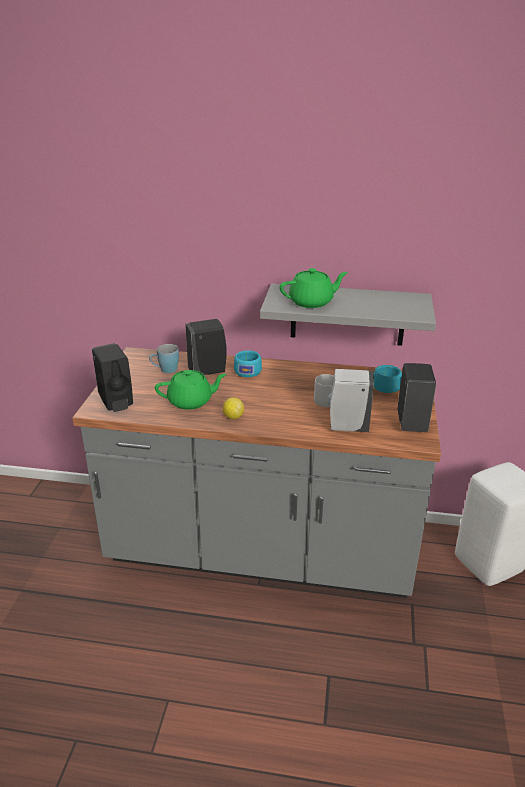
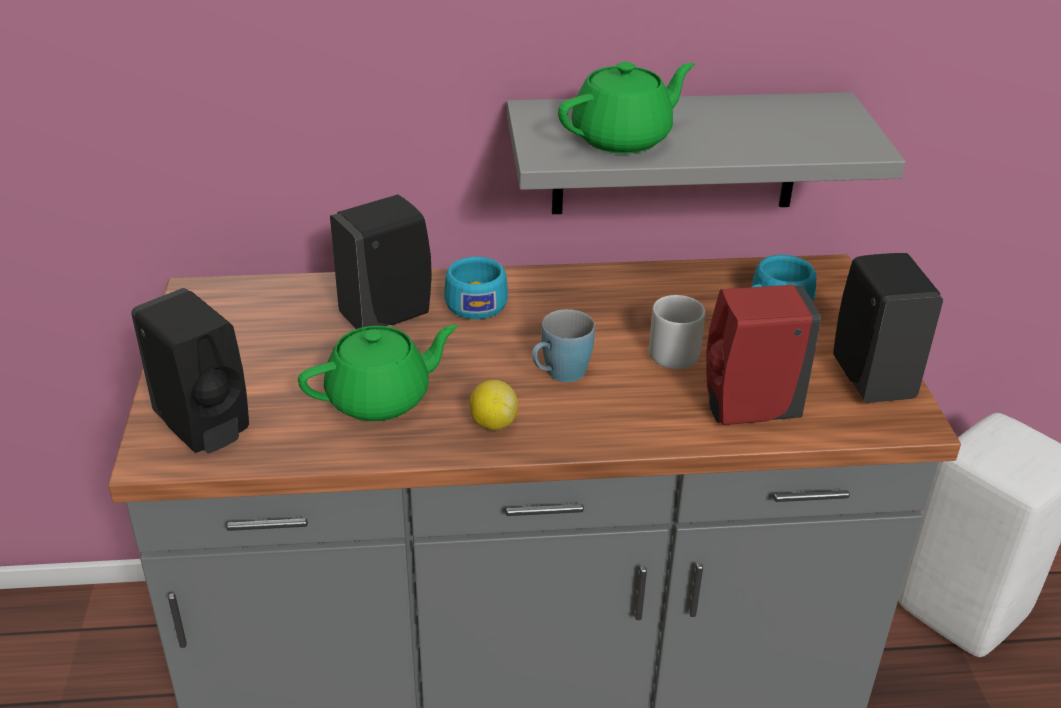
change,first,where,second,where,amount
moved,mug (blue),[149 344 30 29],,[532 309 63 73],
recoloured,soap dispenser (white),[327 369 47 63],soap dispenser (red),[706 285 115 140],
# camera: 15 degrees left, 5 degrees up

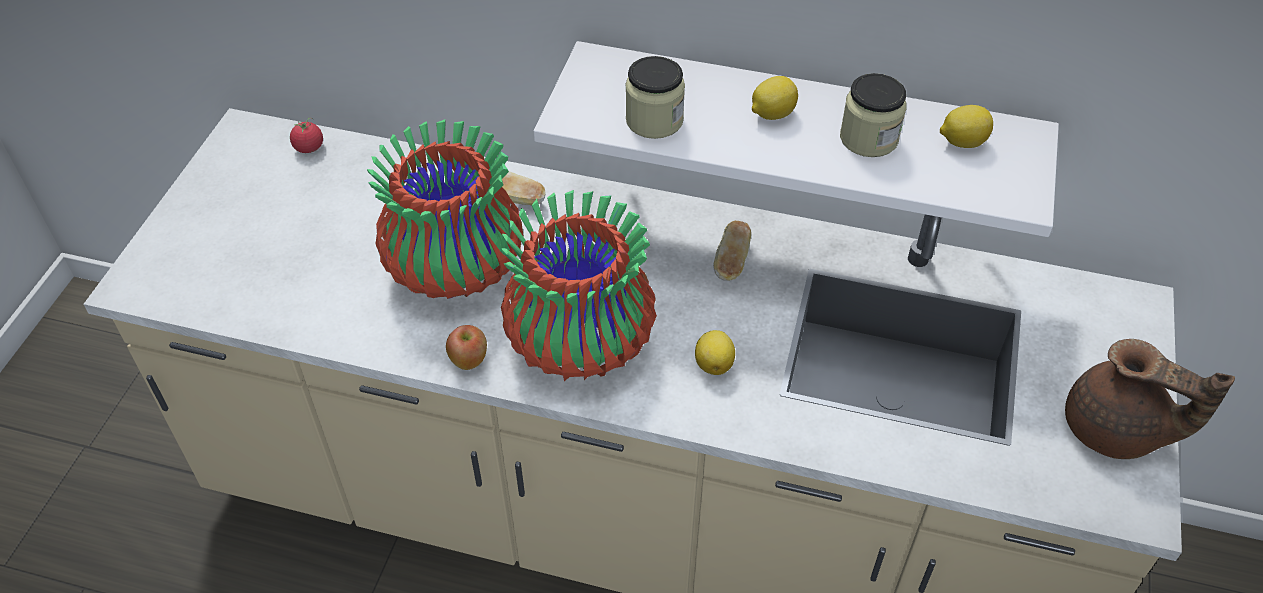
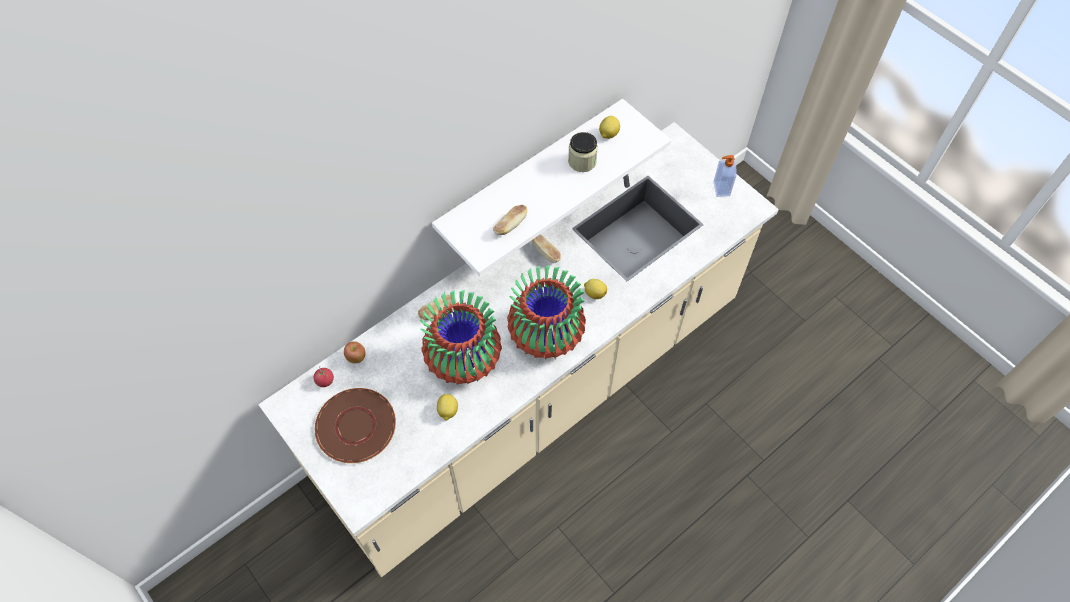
change,first,where,second,where,amount
added,,,plate (brown),[315 388 81 75],
moved,apple,[446 325 41 45],,[344 341 21 22],
moved,lemon,[752 76 46 44],,[437 394 21 27],
replaced,jar,[625 56 60 83],bread,[493 205 35 30],
replaced,teapot (brown),[1065 339 170 120],soap dispenser,[714 155 23 42],
# camera: 55 degrees left, 10 degrees up

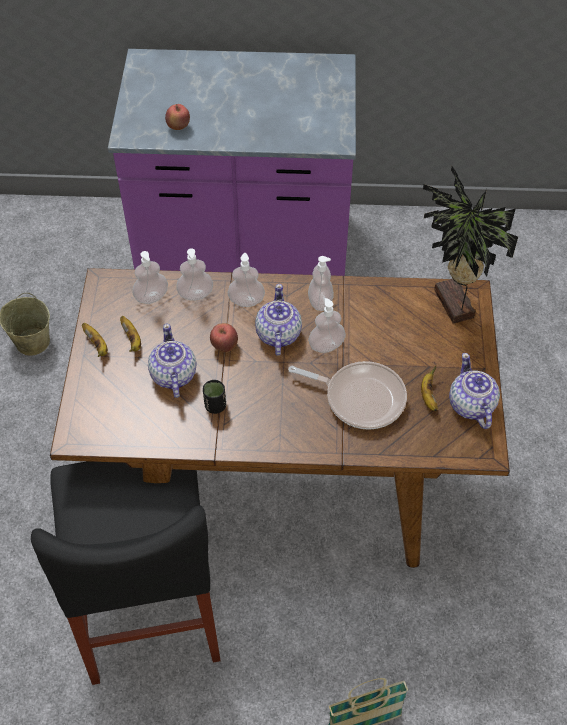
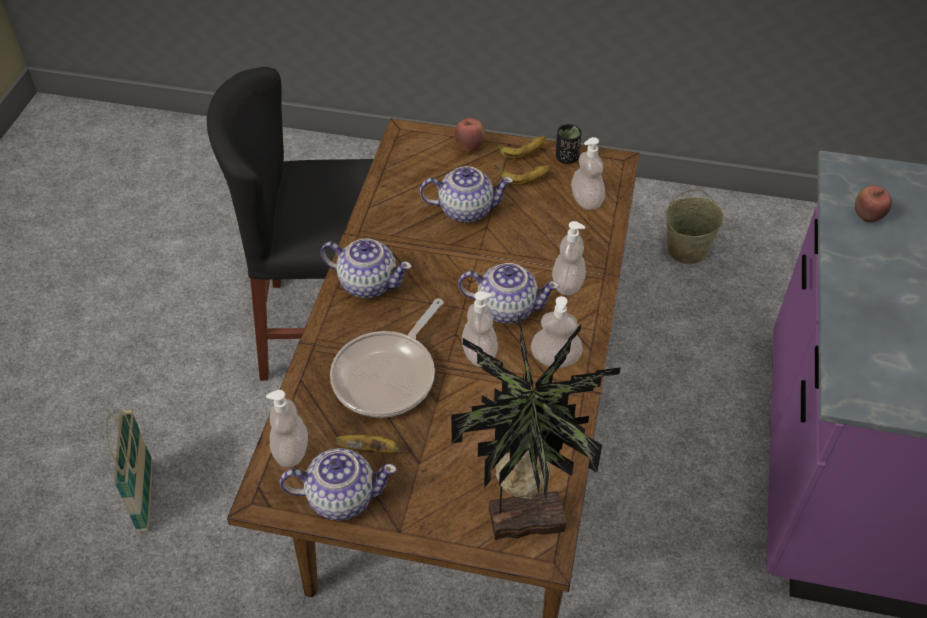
change,first,where,second,where,amount
moved,soap dispenser,[176 248 37 53],,[266 390 42 77],
added,,,teapot,[320 238 92 60],
moved,apple,[210 323 28 29],,[455 118 30 34],
moved,cup (black),[203 380 23 34],,[556 124 26 40],
# camera: 100 degrees right, 5 degrees down

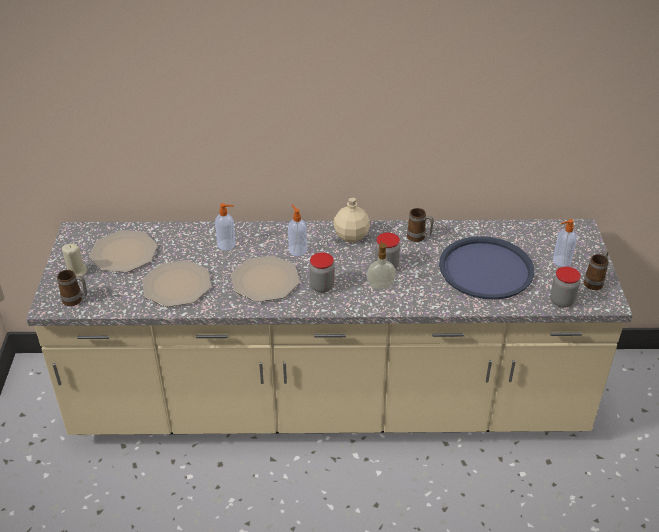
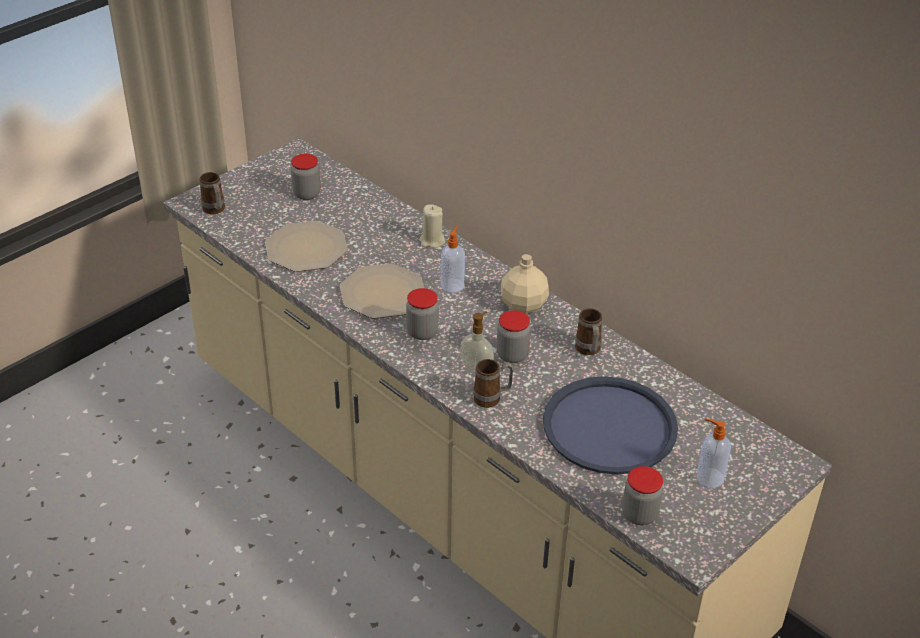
change,first,where,second,where,amount
replaced,plate,[89 230 69 42],jar,[291 154 30 46],
moved,candle (beige),[62 243 25 34],,[420 205 25 43],
moved,mug,[584 250 25 40],,[473 359 41 49],
removed,soap dispenser,[215 203 20 47],,,
# camera: 45 degrees right, 0 degrees up

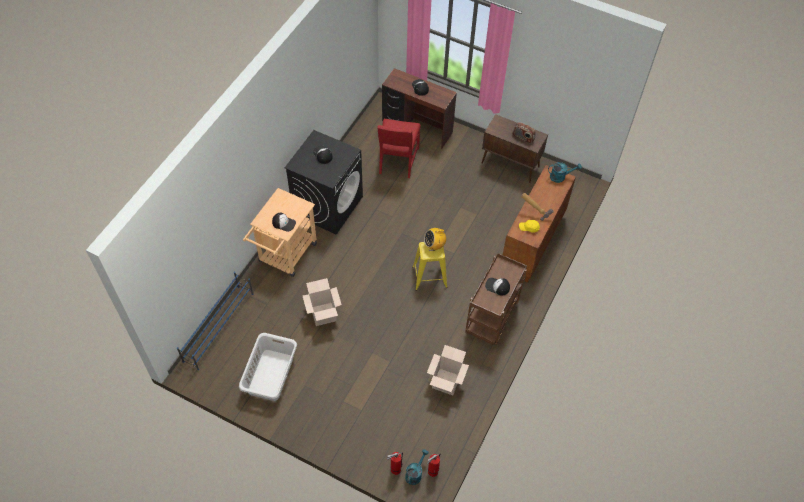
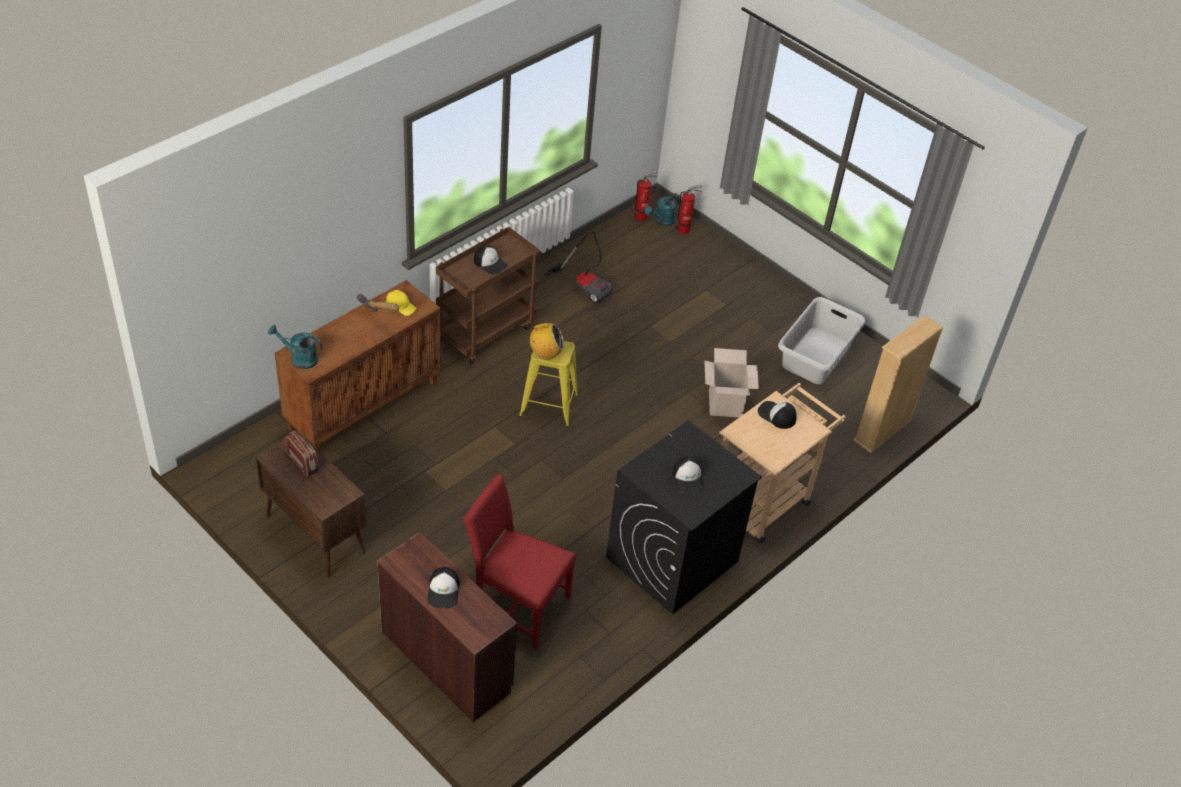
change,first,where,second,where,amount
turned,chair (red),[377 119 44 59],,[463 474 113 174],90 degrees counterclockwise
replaced,cardboard box,[427 345 42 50],vacuum cleaner,[544 231 69 73],
replaced,shoe rack (blue),[177 271 77 99],bookcase (beige),[853 315 91 138],
# camera: 165 degrees left, 10 degrees down

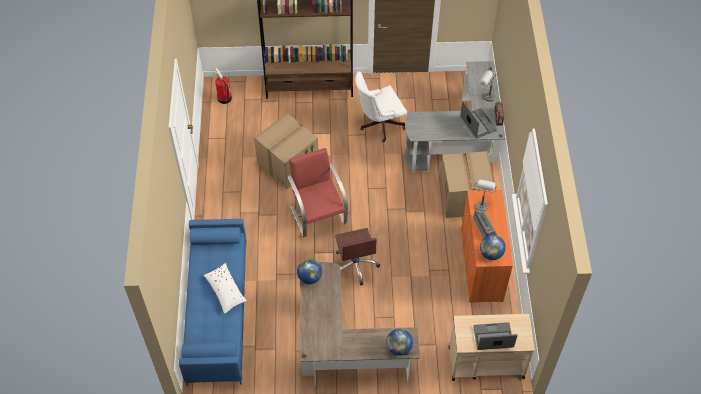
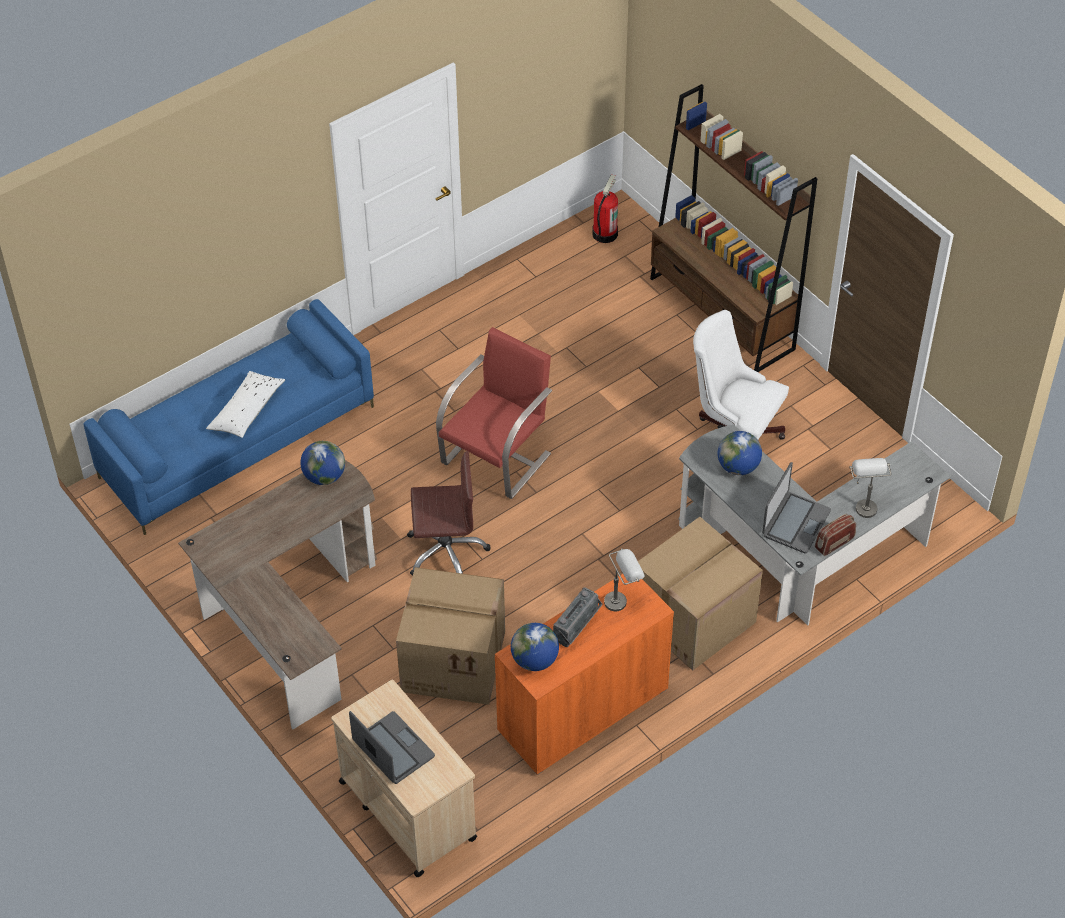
change,first,where,second,where,amount
moved,cardboard box,[254 113 64 76],,[396 567 109 138],
turned,office chair (brown),[335 228 45 57],,[407 451 84 125],135 degrees counterclockwise
moved,globe,[386 329 27 27],,[718 431 44 44],
# camera: 55 degrees right, 5 degrees down

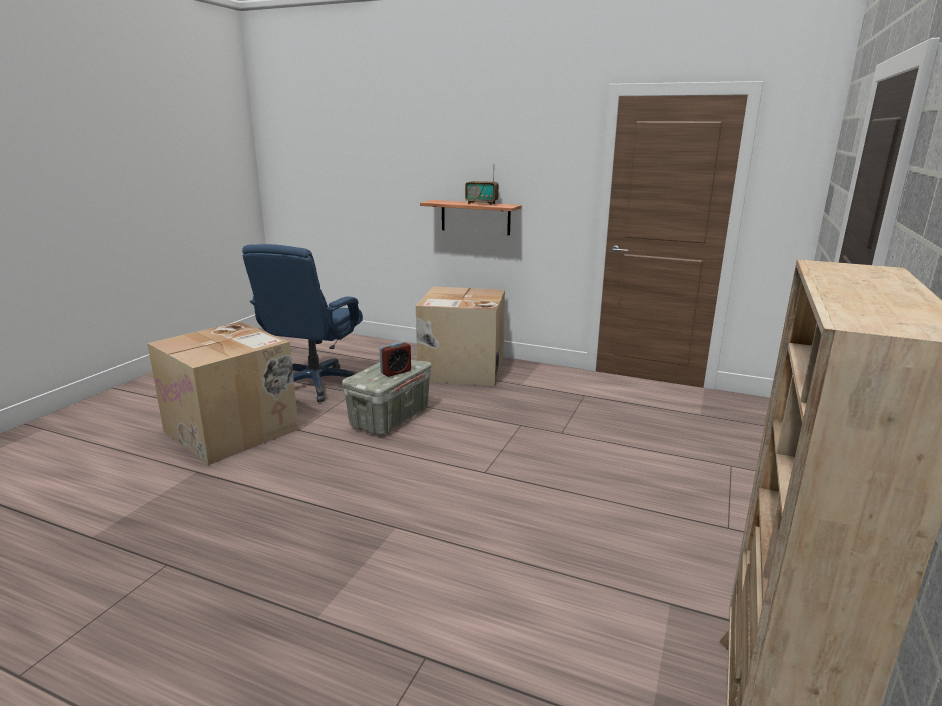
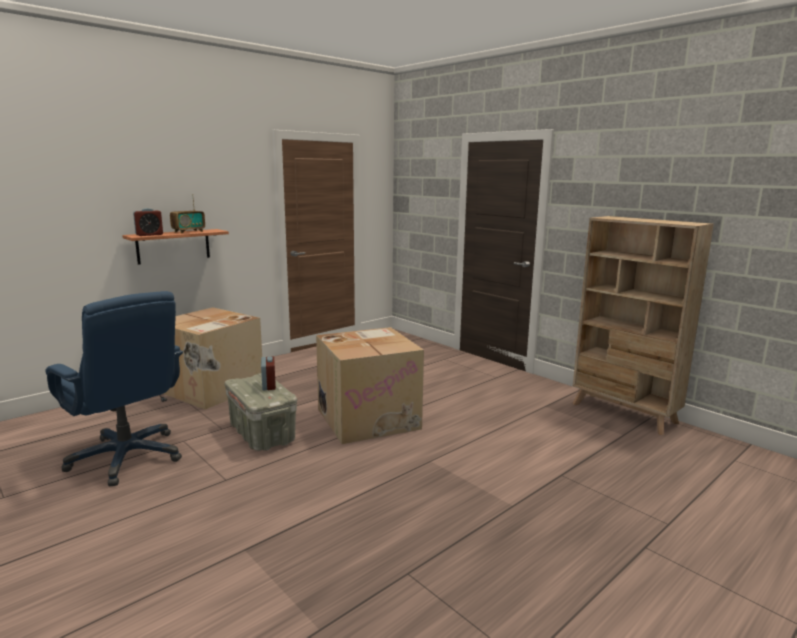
change,first,where,second,where,amount
added,,,alarm clock,[133 208 30 28],
moved,cardboard box,[147 322 152 143],,[316 327 108 117],
# camera: 65 degrees left, 5 degrees down

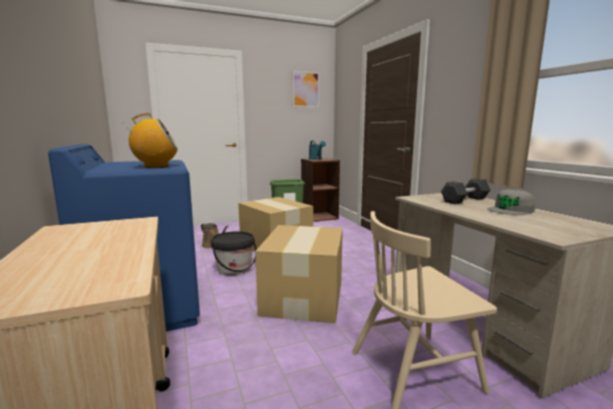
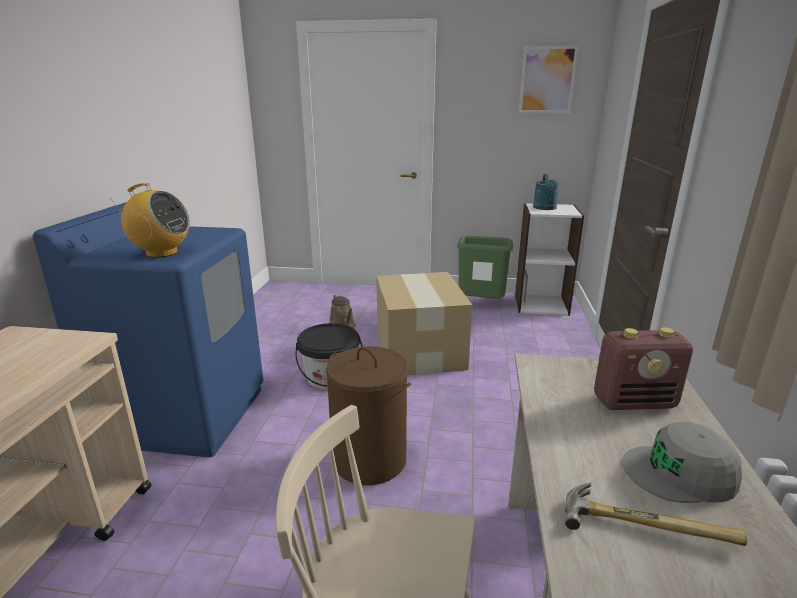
change,first,where,second,where,amount
replaced,cardboard box,[255 225 88 98],laundry basket (brown),[326 347 85 138],
recoloured,bookcase (brown),[301 158 39 64],bookcase (white),[515 203 69 113],
added,,,hammer,[565 482 182 64],
replaced,dumbbell (grey),[441 178 49 26],radio,[594 327 99 83],
# camera: 30 degrees right, 10 degrees up

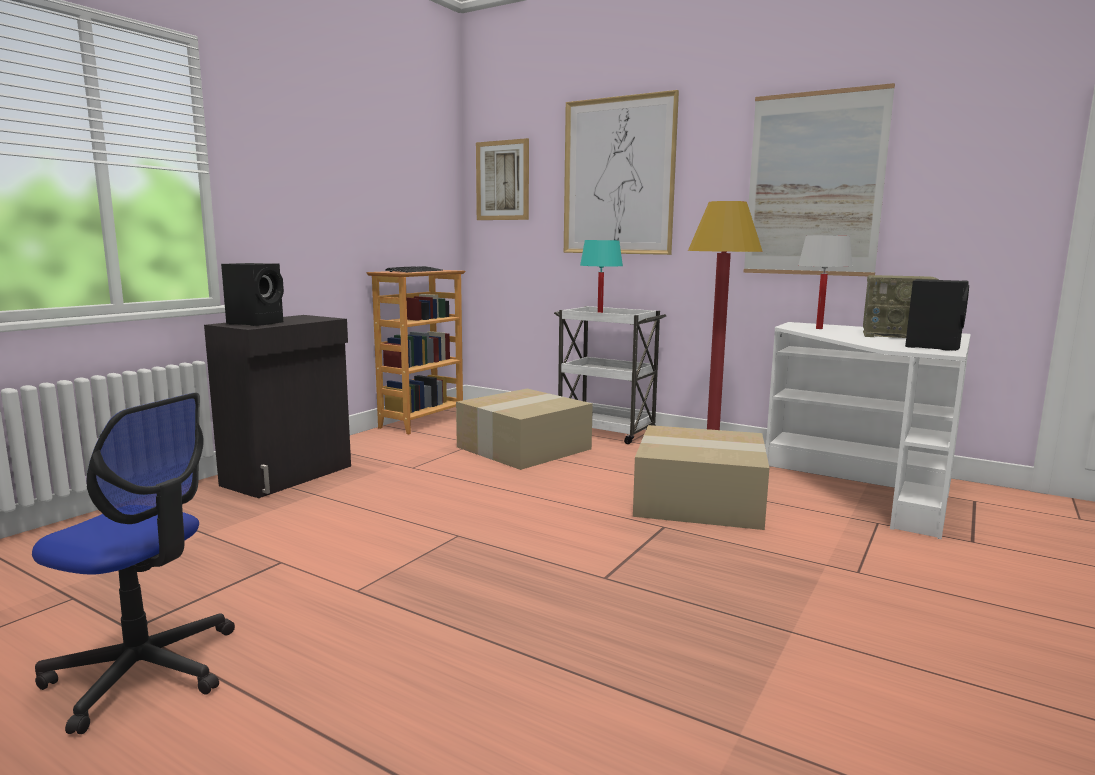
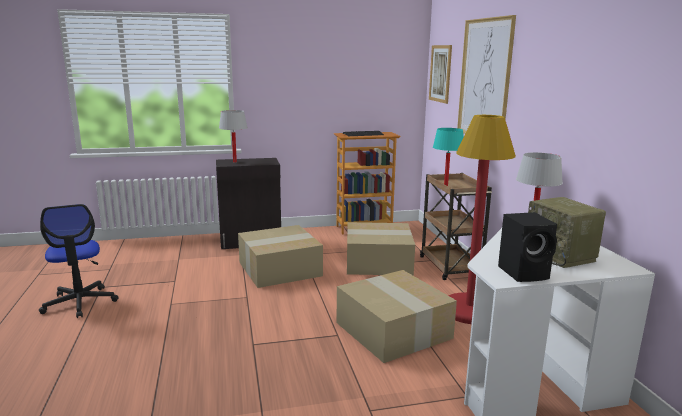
change,first,where,second,where,amount
replaced,speaker (black),[221 263 63 63],table lamp (white),[219 110 29 53],
added,,,cardboard box,[238 225 85 63],
recoloured,cart (white),[554 306 112 138],cart (brown),[420 173 72 107],
removed,picture,[744 83 151 193],,,
# camera: 45 degrees right, 5 degrees up

